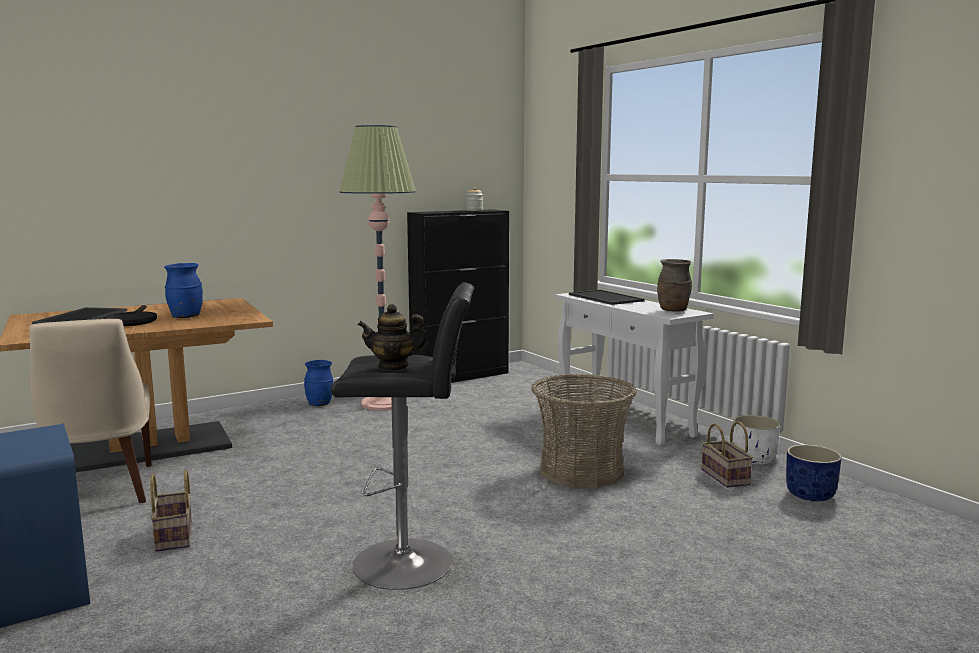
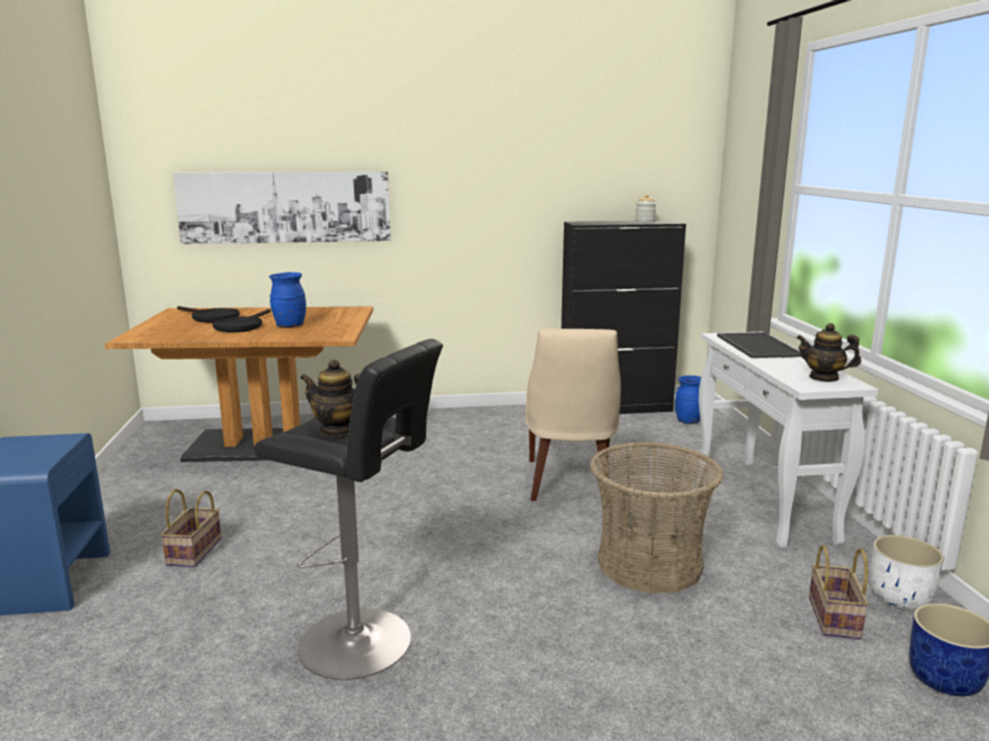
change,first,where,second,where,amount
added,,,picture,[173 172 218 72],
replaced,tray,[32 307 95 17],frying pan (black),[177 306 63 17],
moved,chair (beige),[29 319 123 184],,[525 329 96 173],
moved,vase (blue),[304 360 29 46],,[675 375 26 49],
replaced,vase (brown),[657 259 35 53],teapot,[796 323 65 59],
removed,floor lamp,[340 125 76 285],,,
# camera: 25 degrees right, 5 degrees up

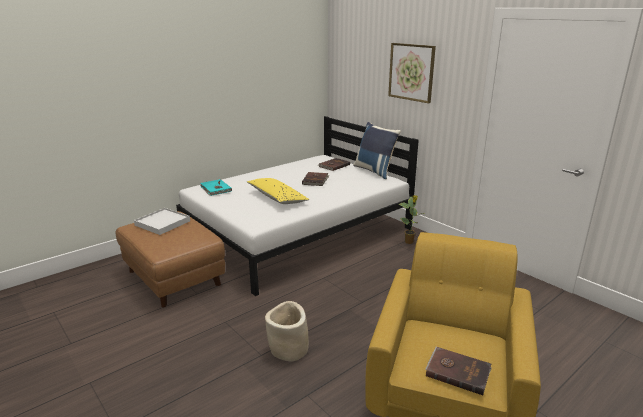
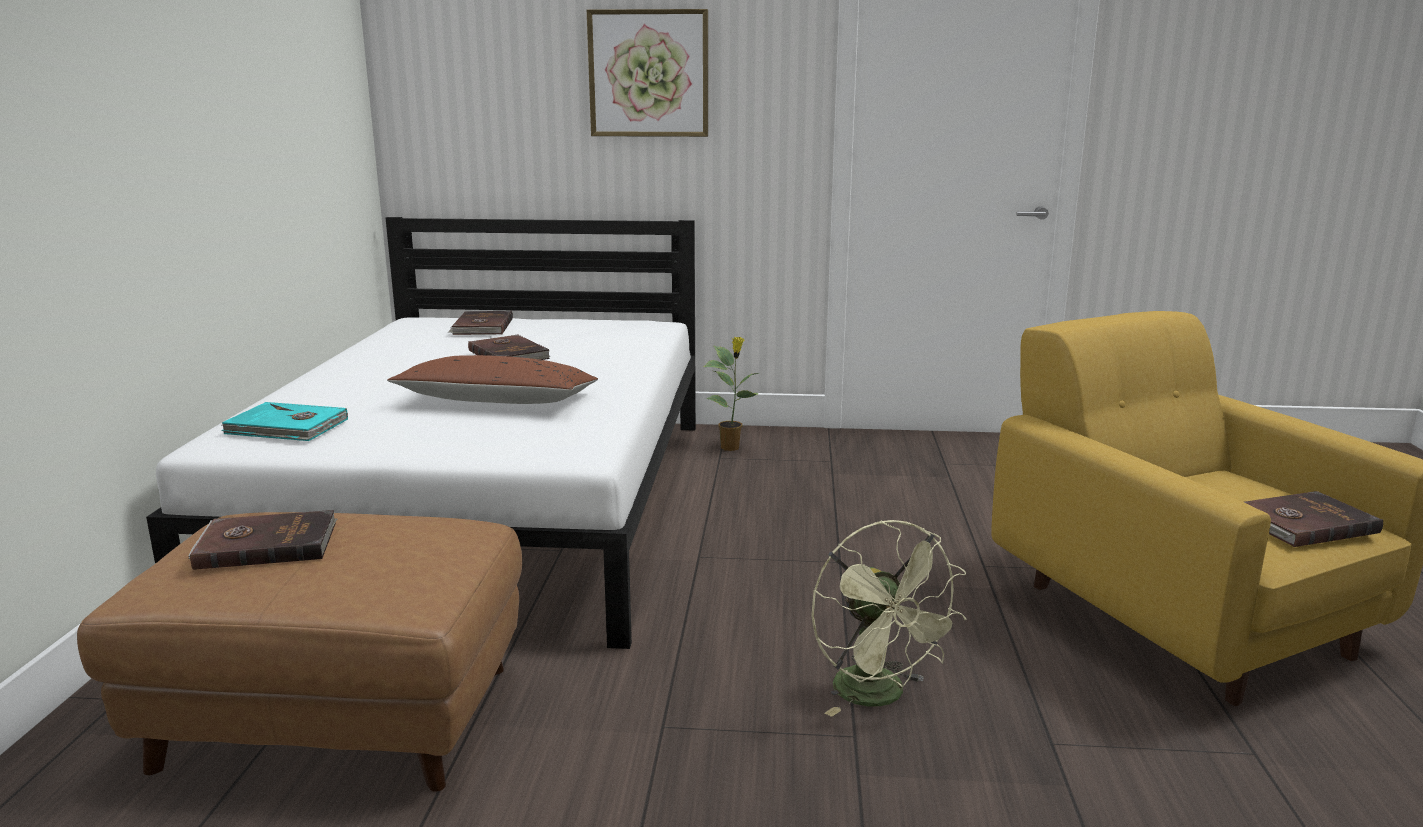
change,first,where,second,where,amount
replaced,tray (white),[134 208 56 27],book (brown),[188 510 149 60],
recoloured,pillow (yellow),[247 178 62 26],pillow (brown),[387 355 211 49],
replaced,planter (beige),[265 301 44 61],fan (green),[811 520 156 197],
removed,pillow (blue),[353 122 48 57],,,
# camera: 45 degrees left, 5 degrees down

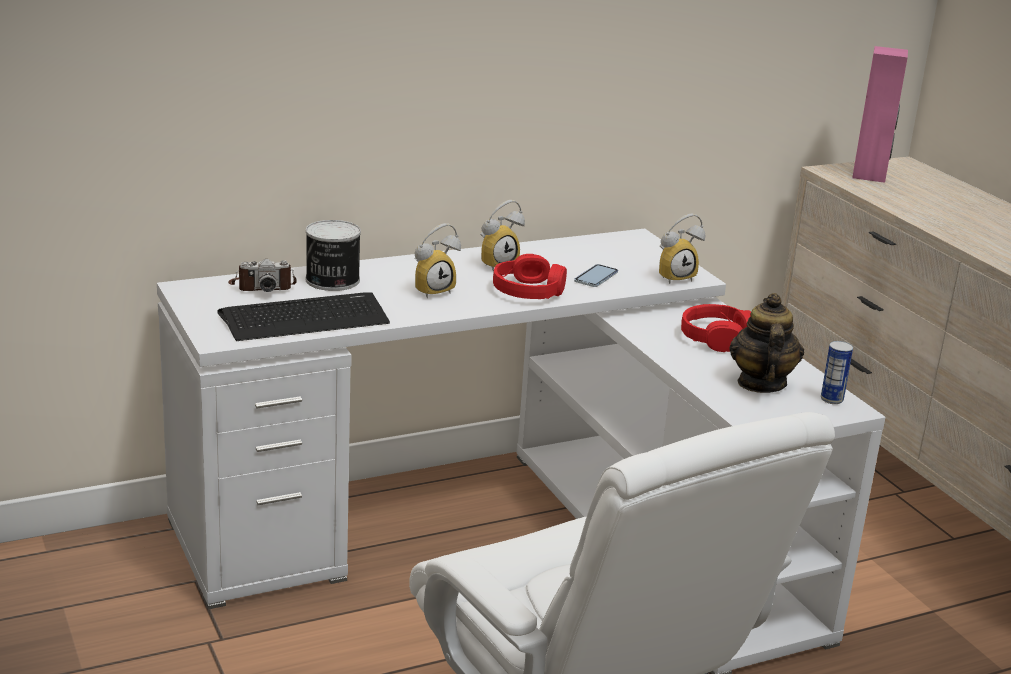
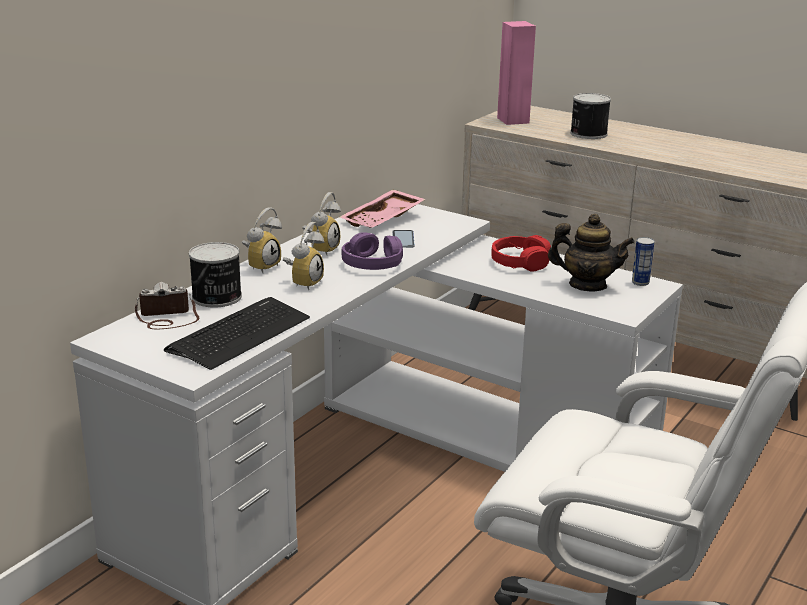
change,first,where,second,where,amount
turned,photo camera,[228 259 69 33],,[135 282 64 48],150 degrees counterclockwise
moved,alarm clock,[659 213 46 71],,[241 207 41 66],
added,,,tray (pink),[340 189 86 39],
recoloured,headphones (red),[493 254 74 45],headphones (purple),[341 232 62 38],
turned,teapot,[729 293 75 100],,[548 214 87 77],135 degrees clockwise
added,,,can,[570 93 41 46],
# camera: 30 degrees left, 0 degrees up

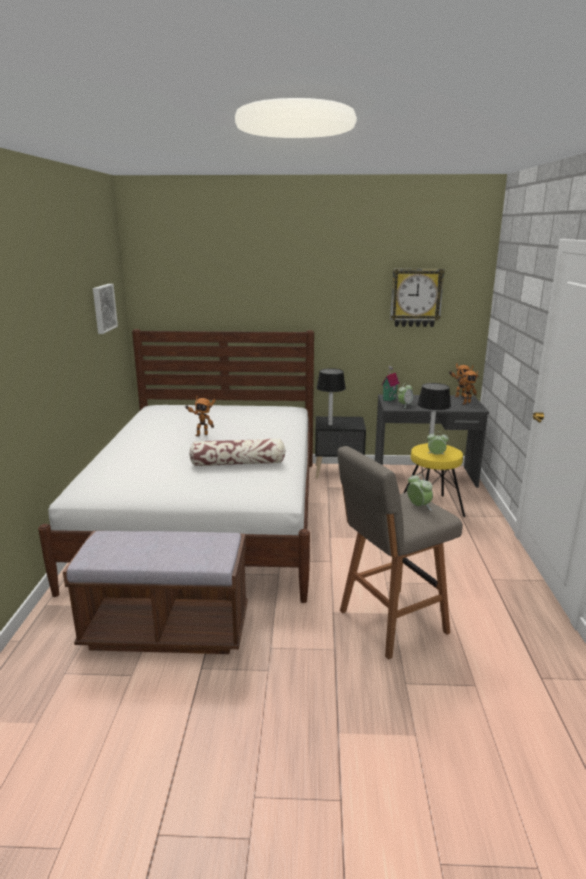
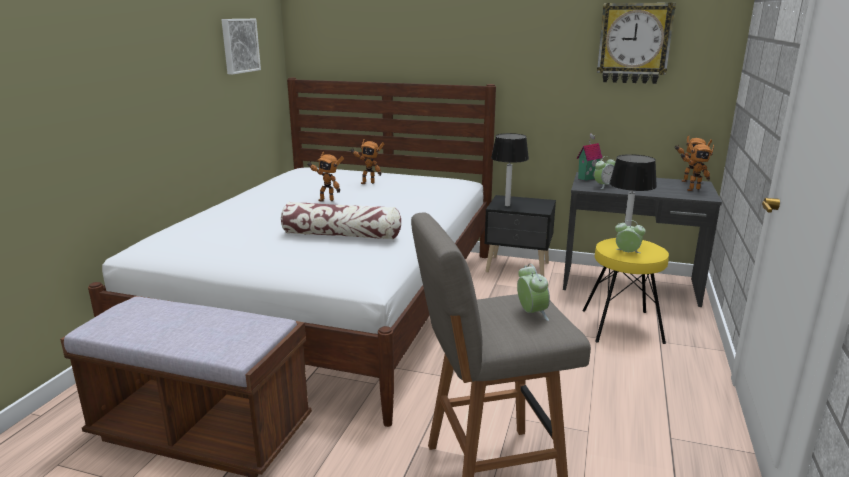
change,first,where,second,where,amount
added,,,toy robot,[350 140 34 44],
# camera: 15 degrees right, 0 degrees up

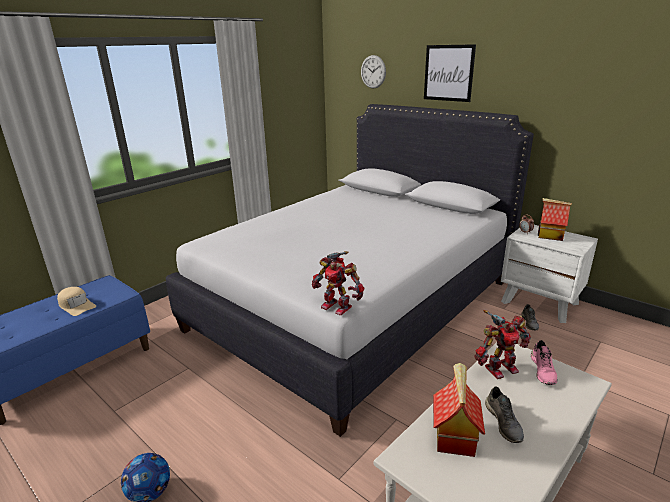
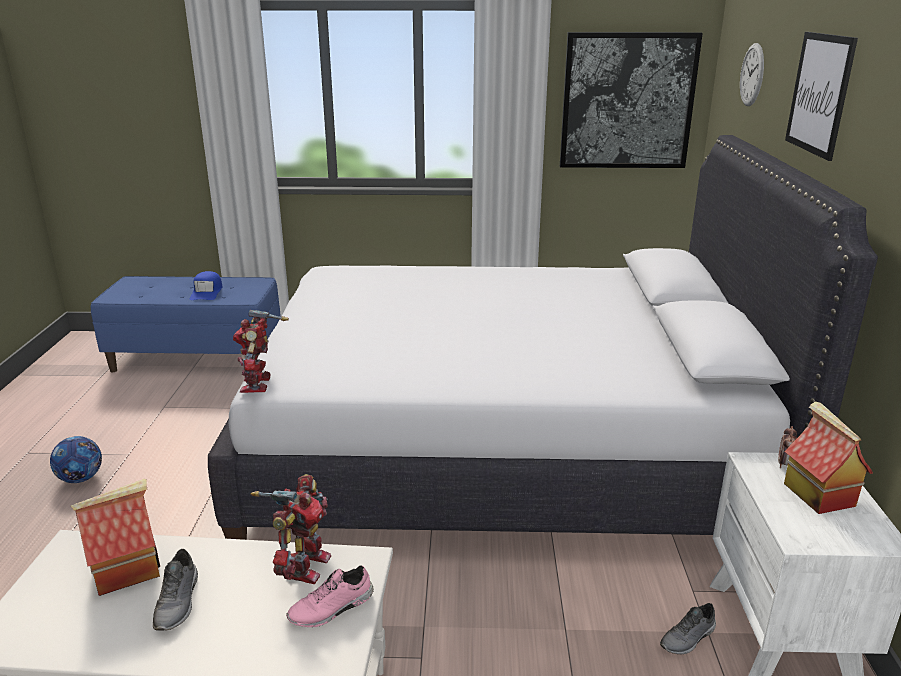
change,first,where,second,where,amount
turned,shoe (grey),[485 386 39 57],,[153 549 45 82],45 degrees counterclockwise
recoloured,cap (beige),[57 287 39 29],cap (blue),[190 271 33 29],
turned,toy robot,[474 310 57 69],,[251 474 80 110],105 degrees counterclockwise
added,,,picture,[560 32 143 136],
# camera: 50 degrees right, 0 degrees up

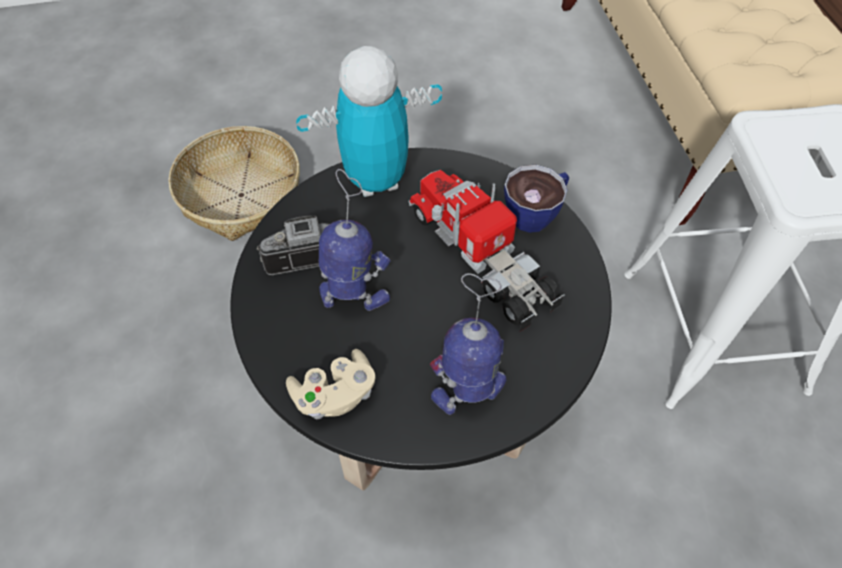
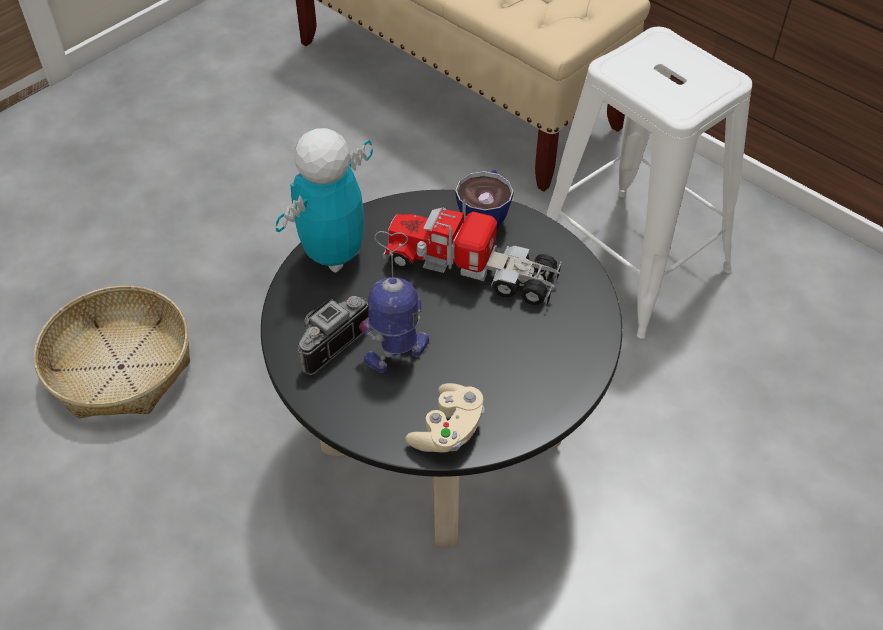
change,first,where,second,where,amount
removed,toy robot,[430 273 76 142],,,
# camera: 35 degrees left, 5 degrees down

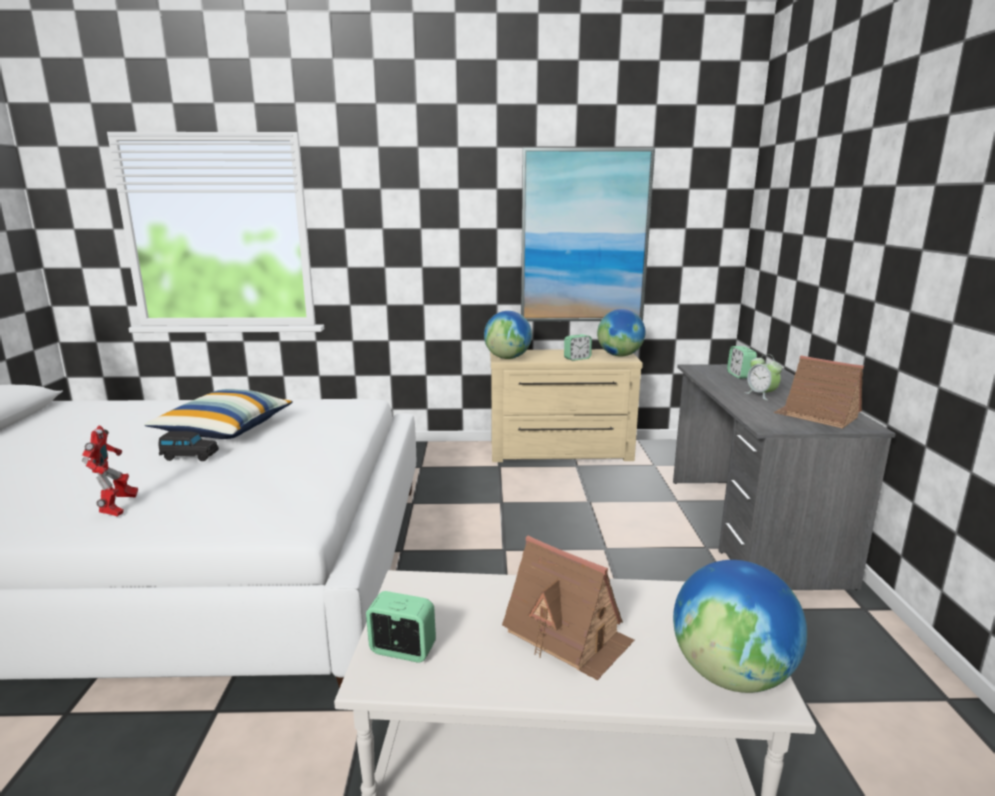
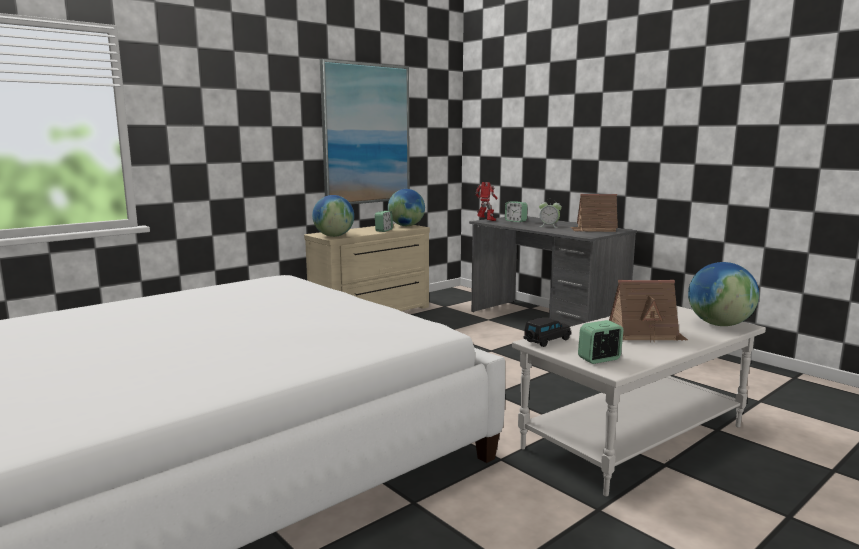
change,first,where,second,where,amount
moved,toy robot,[82 426 56 91],,[475 182 23 39],
moved,toy car (black),[158 431 61 30],,[523 317 48 30],
removed,pillow,[144 389 149 50],,,
# camera: 40 degrees left, 5 degrees down

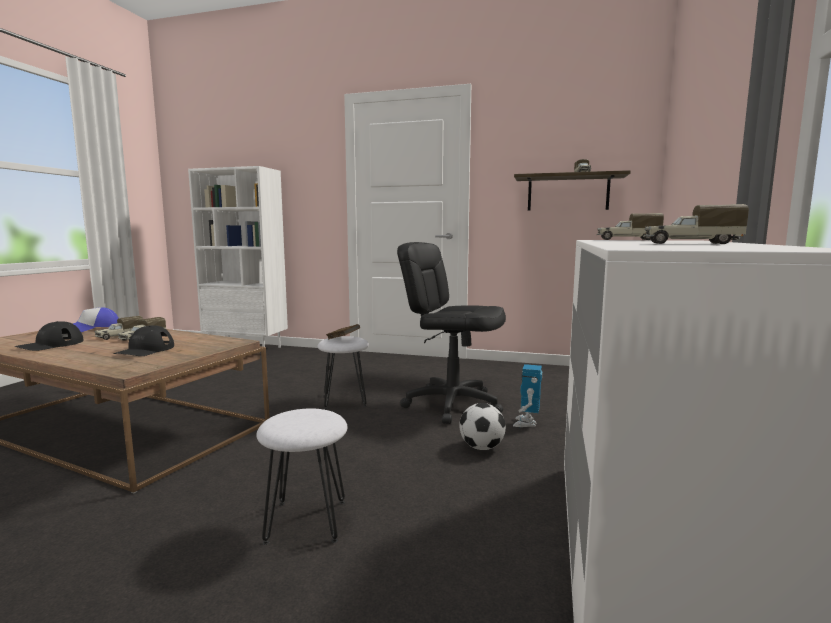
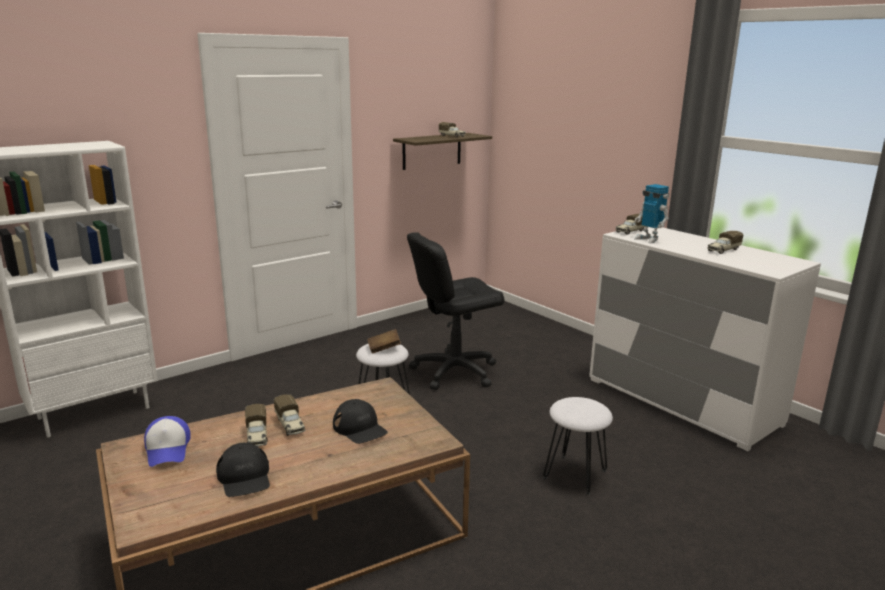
change,first,where,second,where,amount
moved,toy robot,[513 364 29 63],,[634 184 35 59],
removed,football,[459 403 47 47],,,
# camera: 55 degrees left, 10 degrees up

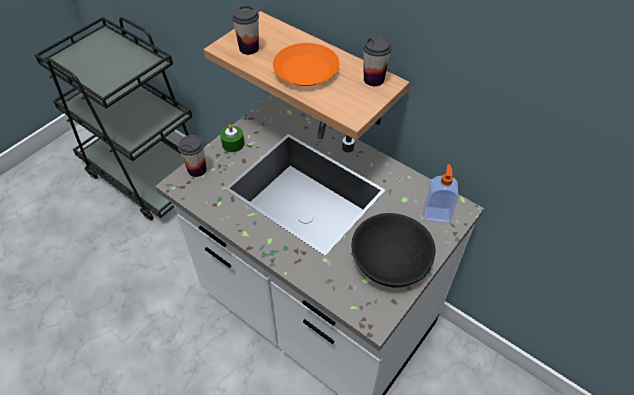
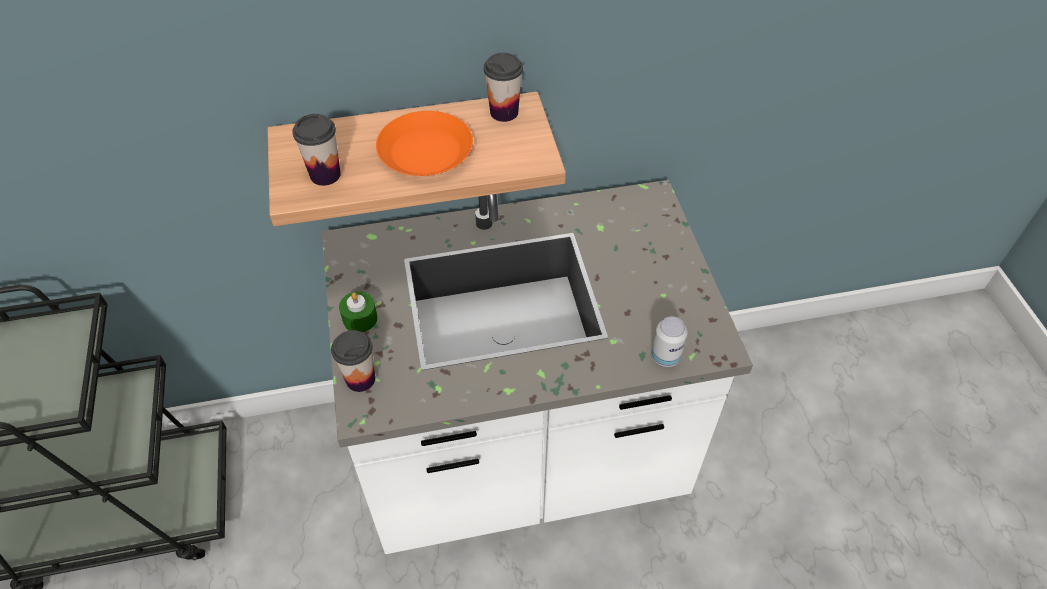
change,first,where,second,where,amount
added,,,can,[651 316 36 51],
removed,bowl (black),[352 213 83 75],,,
removed,soap dispenser,[424 164 34 59],,,
# camera: 50 degrees left, 0 degrees up

